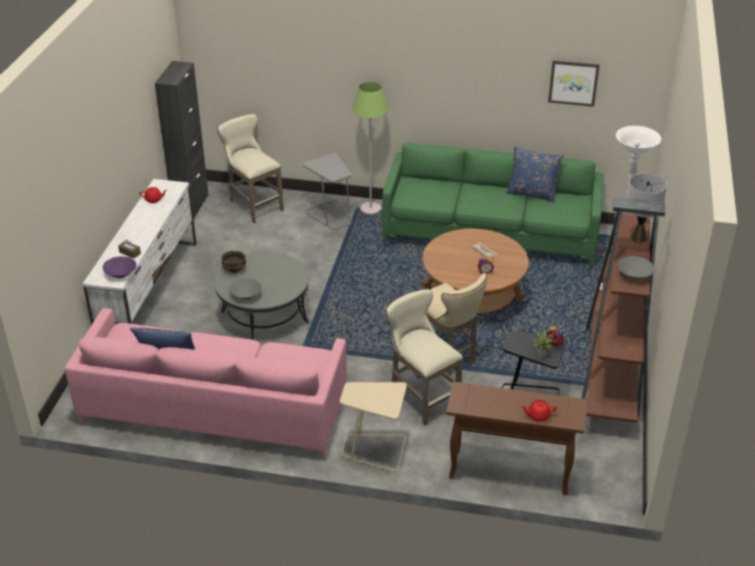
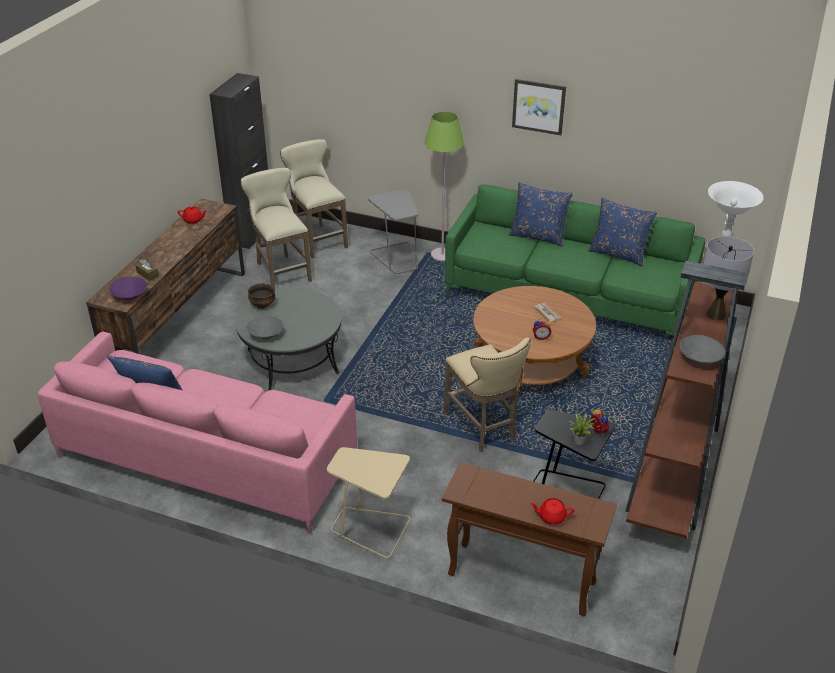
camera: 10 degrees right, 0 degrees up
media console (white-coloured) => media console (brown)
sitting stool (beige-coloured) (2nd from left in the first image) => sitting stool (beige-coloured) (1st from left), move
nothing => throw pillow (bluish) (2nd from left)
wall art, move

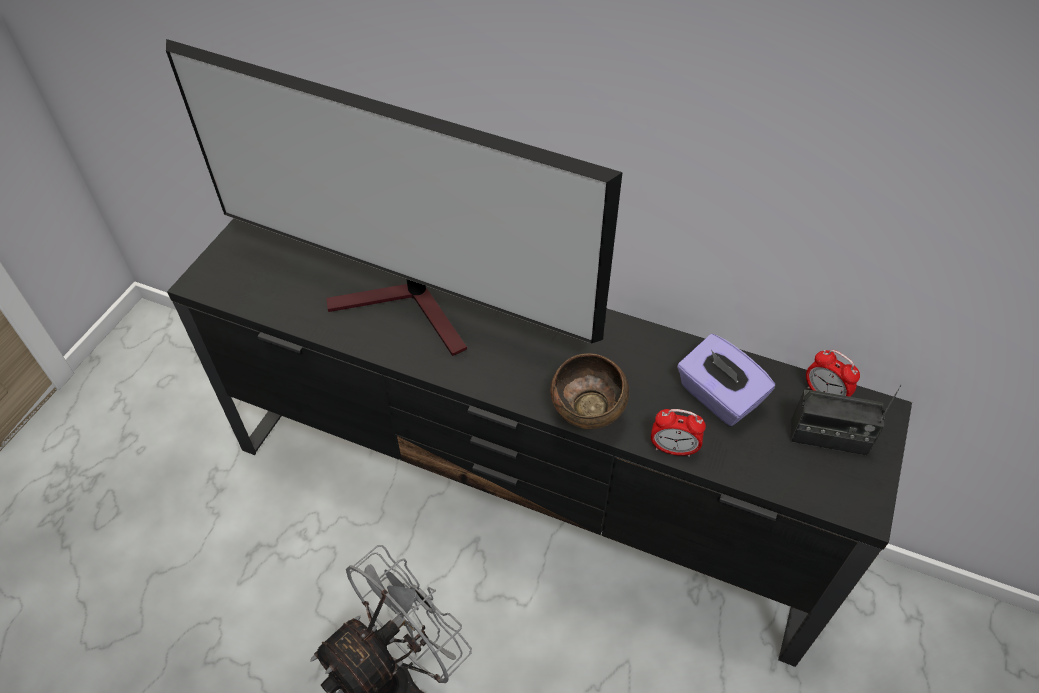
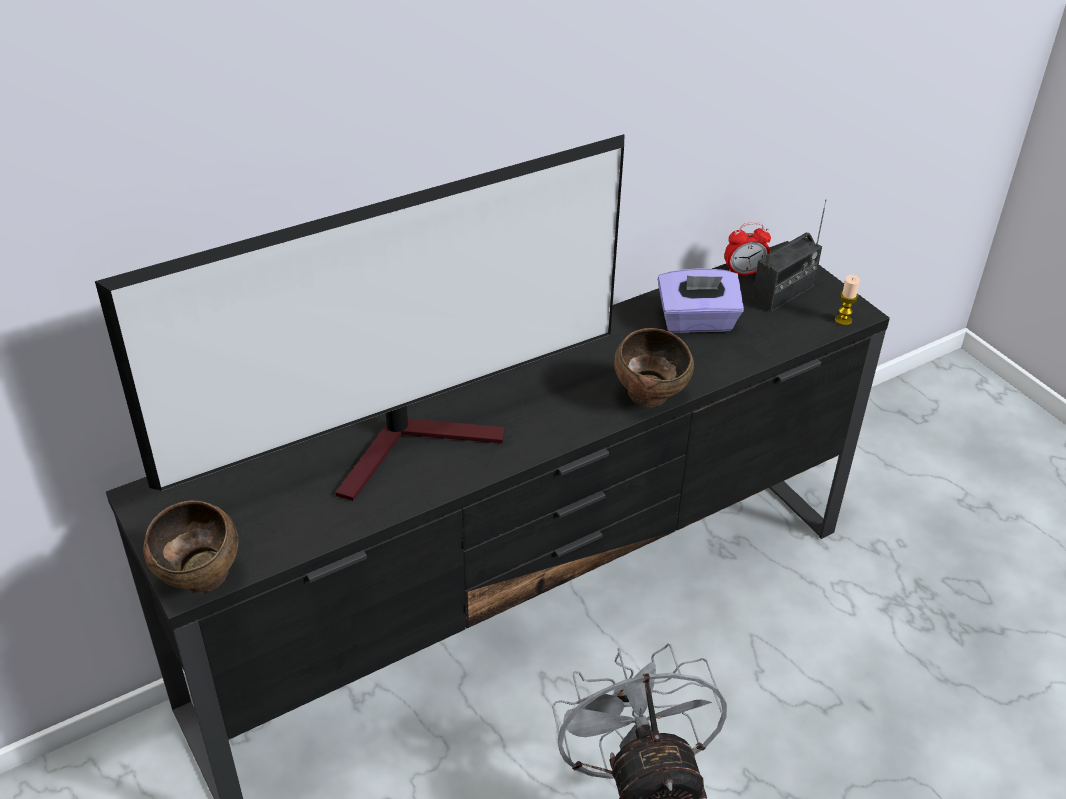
camera: 55 degrees left, 10 degrees down
nothing => deep dish (brown) (1st from left)
nothing => candle
alarm clock (1st from left) => nothing

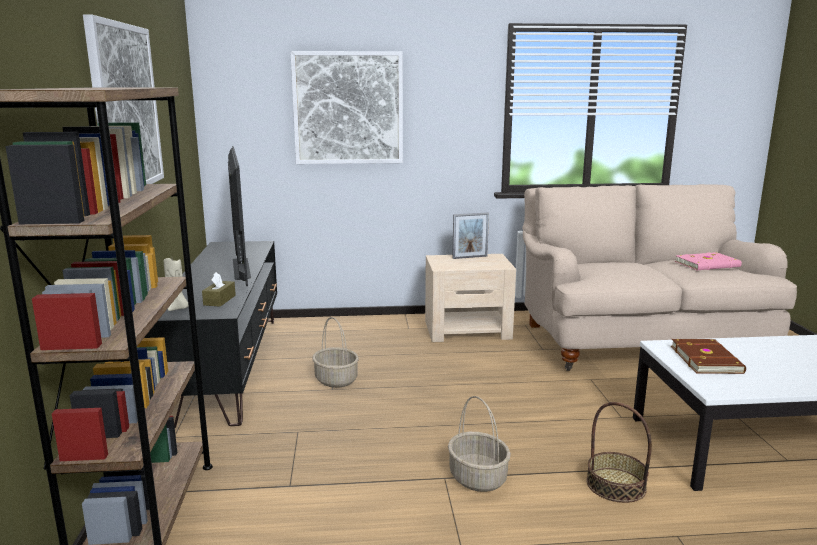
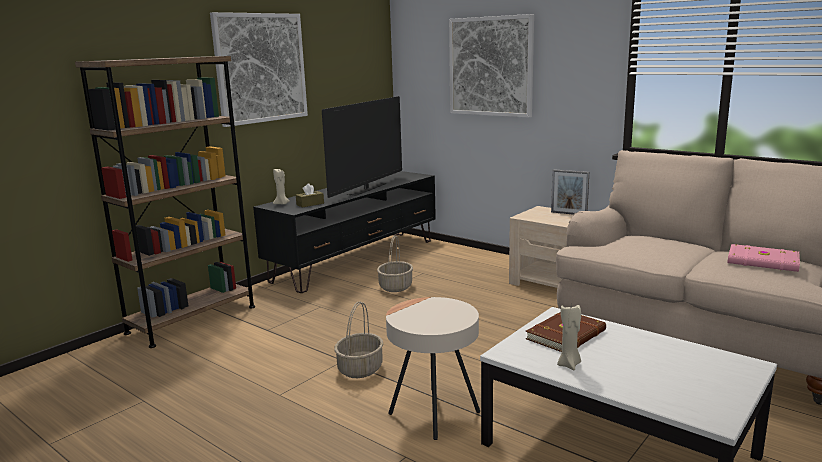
camera: 45 degrees right, 0 degrees up
household basket (3rd from left) => side table (beige-coloured)
nothing => candle (beige-coloured) (2nd from left)

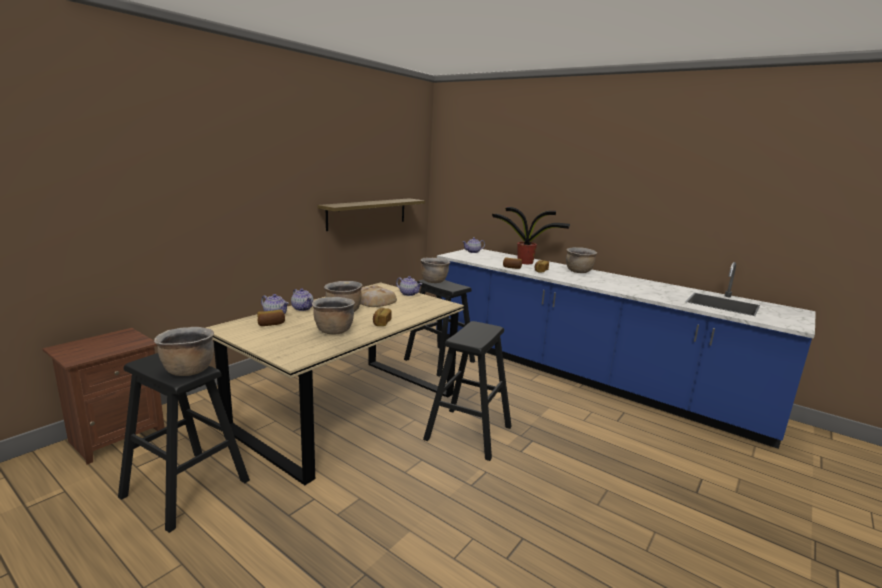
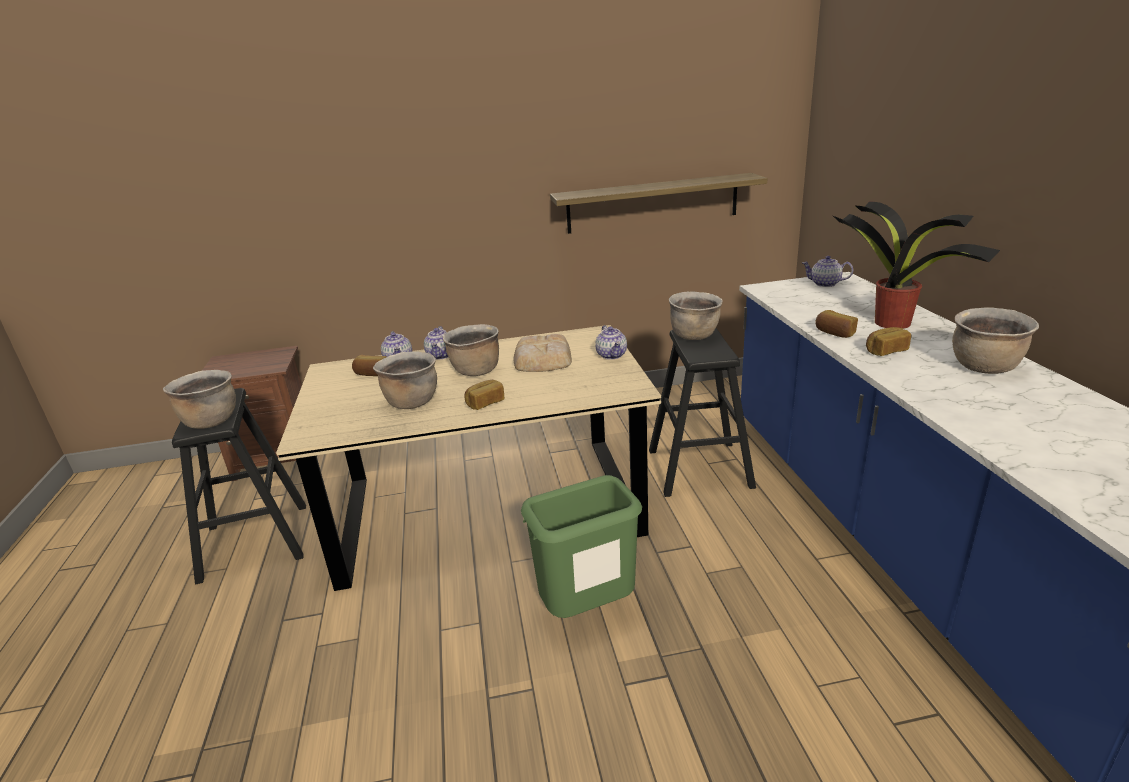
camera: 45 degrees right, 10 degrees up
sitting stool (black-coloured) (3rd from left) => rubbish bin (green)

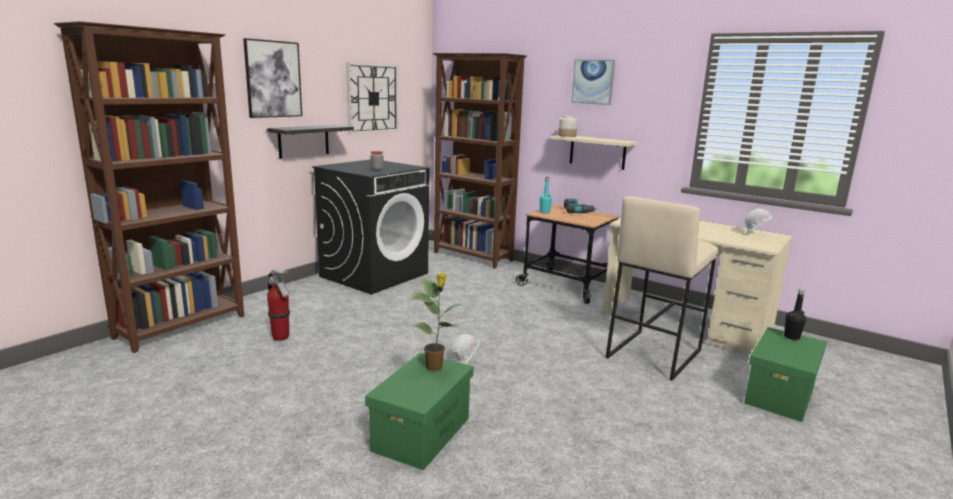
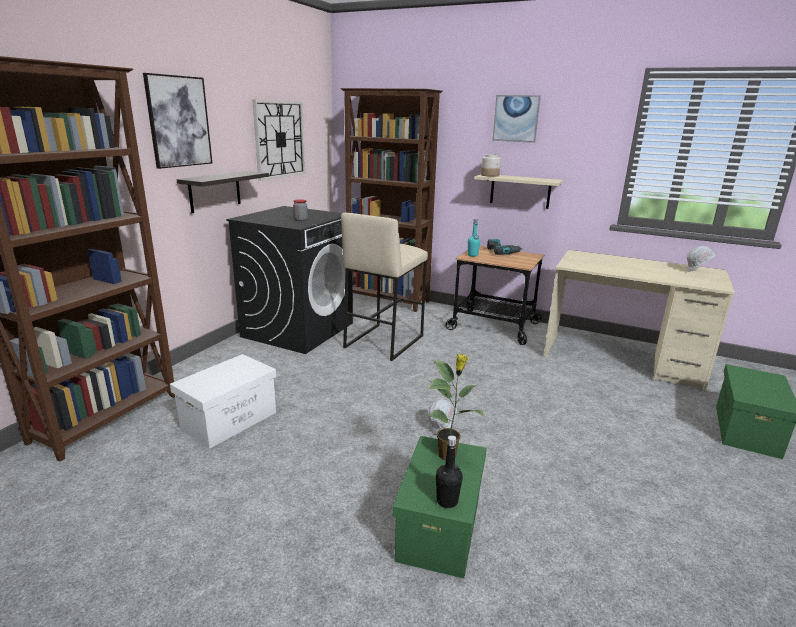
camera: 10 degrees left, 5 degrees up
extinguisher => storage container (white-coloured)
sitting stool (beige-coloured), move
beverage bottle (black-coloured), move

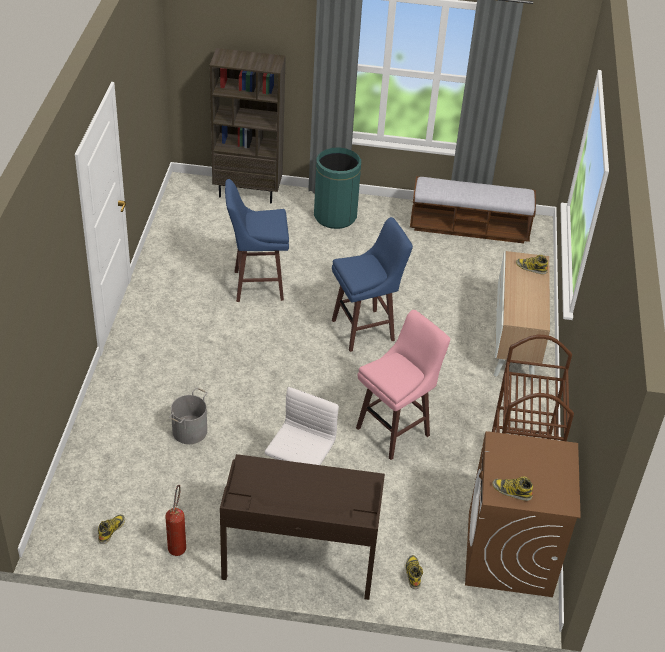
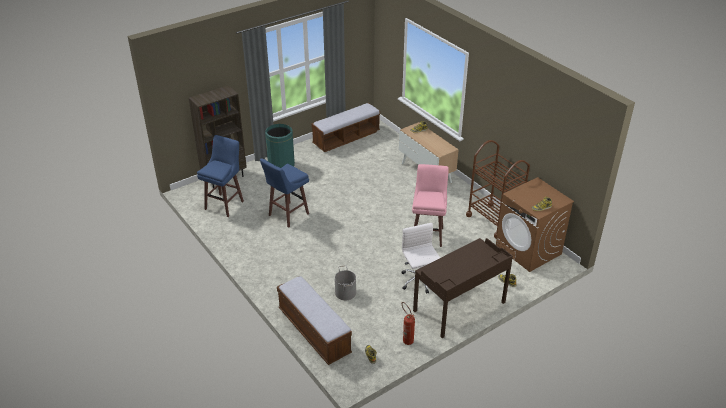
camera: 40 degrees left, 5 degrees down
sitting stool (bluish) (2nd from left in the first image) => sitting stool (bluish) (1st from left), move
nothing => bench (1st from left)

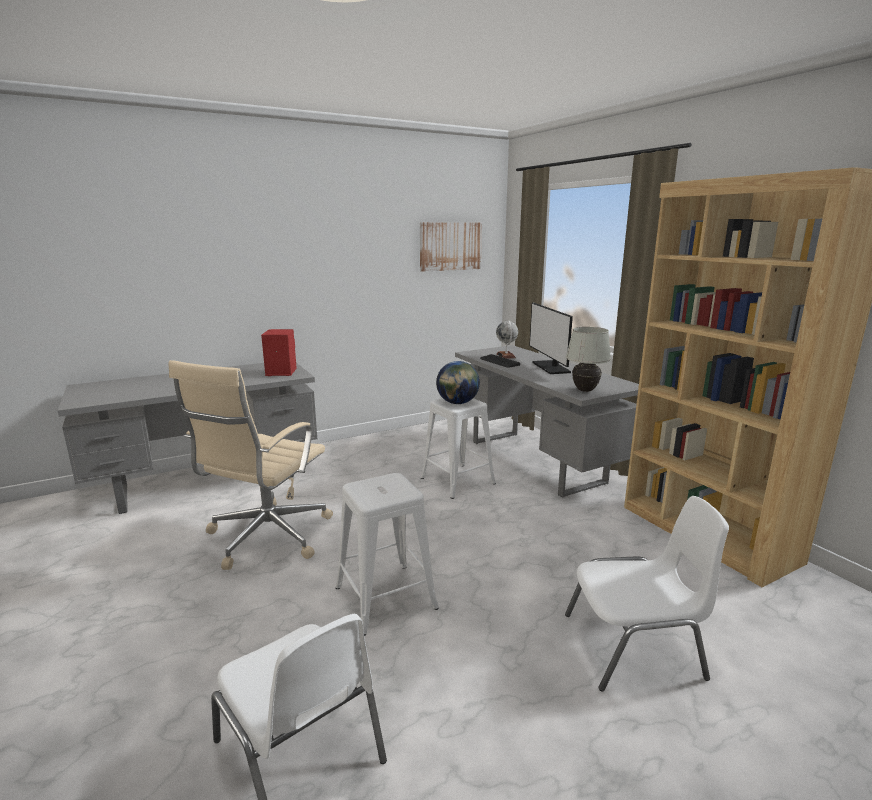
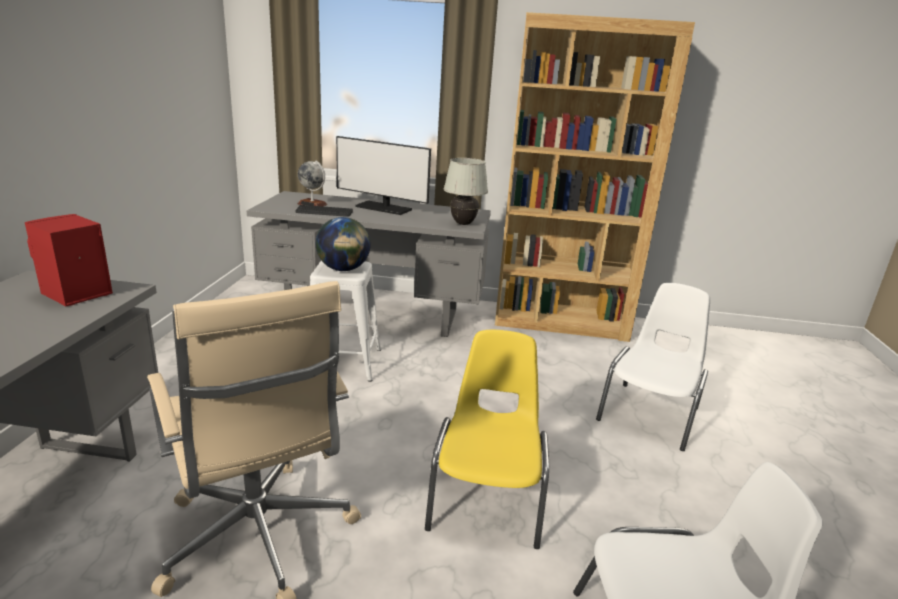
camera: 55 degrees left, 5 degrees up
sitting stool (white-coloured) (1st from left) => plain chair (yellowish)
wall art => nothing

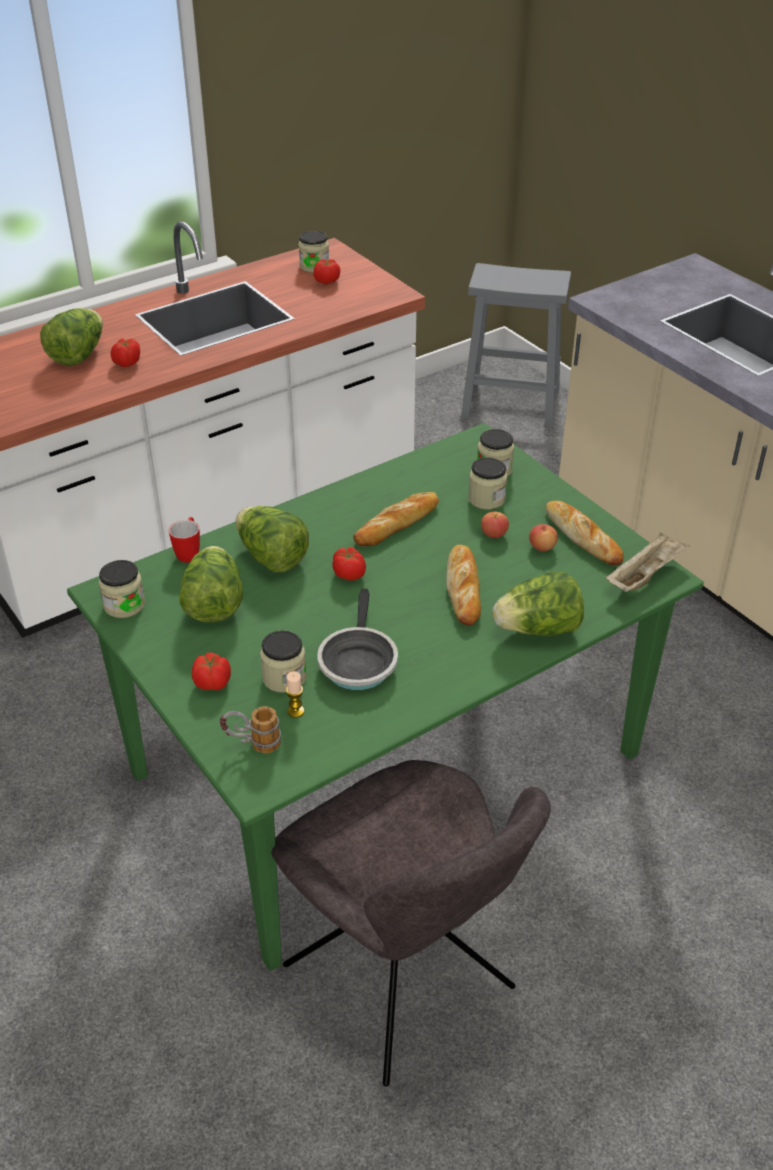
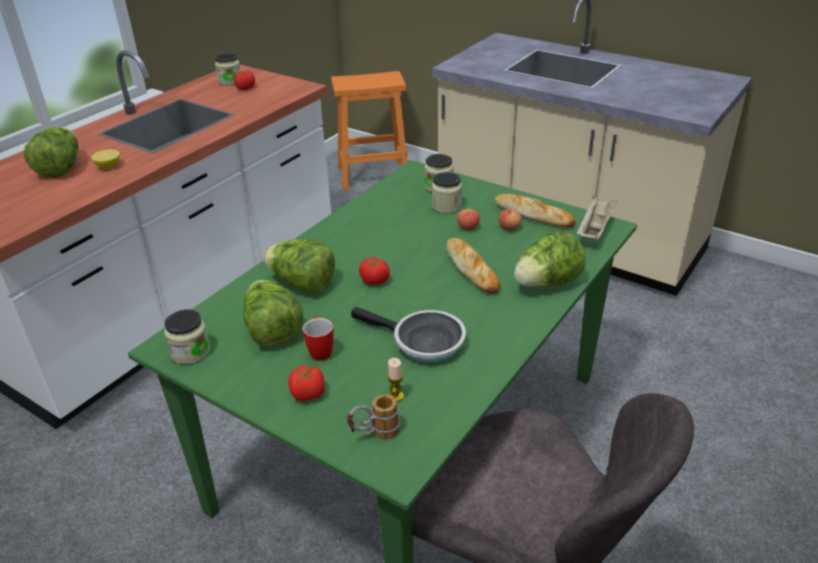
camera: 20 degrees left, 5 degrees down
whole tomato (1st from left) => citrus fruit
tea mug (1st from left), move
sitting stool (grey) => sitting stool (orange-coloured)
skillet, 45 degrees counterclockwise
storage jar (2nd from left) => nothing
baked bread (1st from left) => nothing

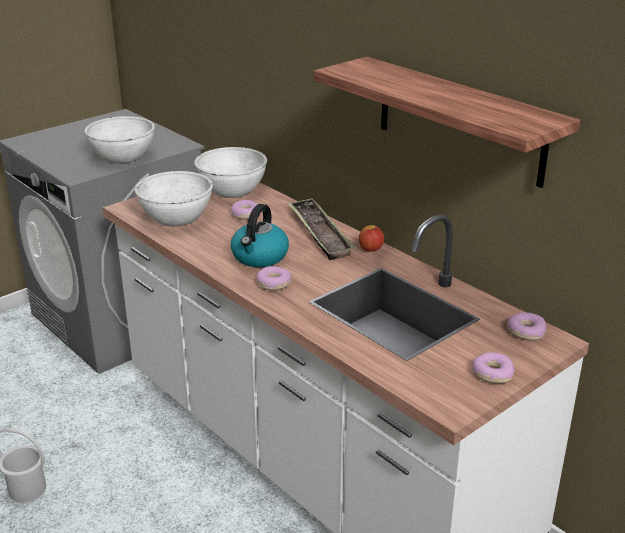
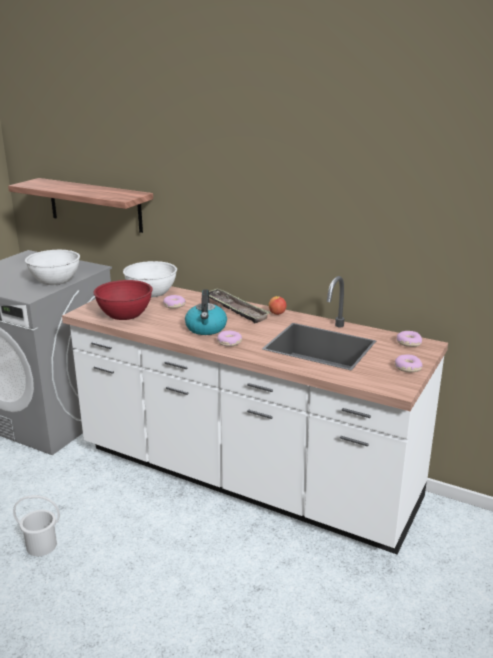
camera: 20 degrees left, 5 degrees down
bracket shelf, move
deep dish (white-coloured) (2nd from left) => deep dish (red-coloured)

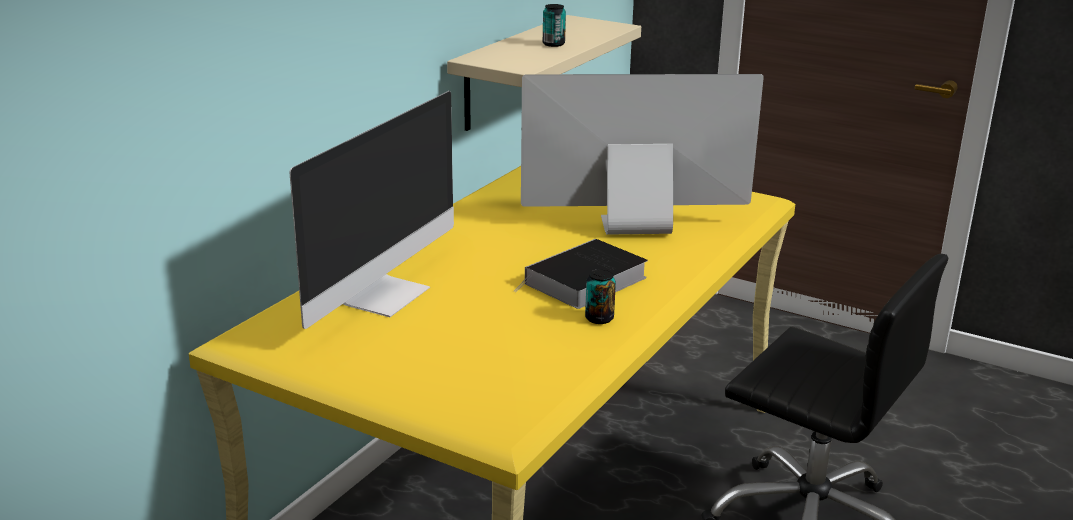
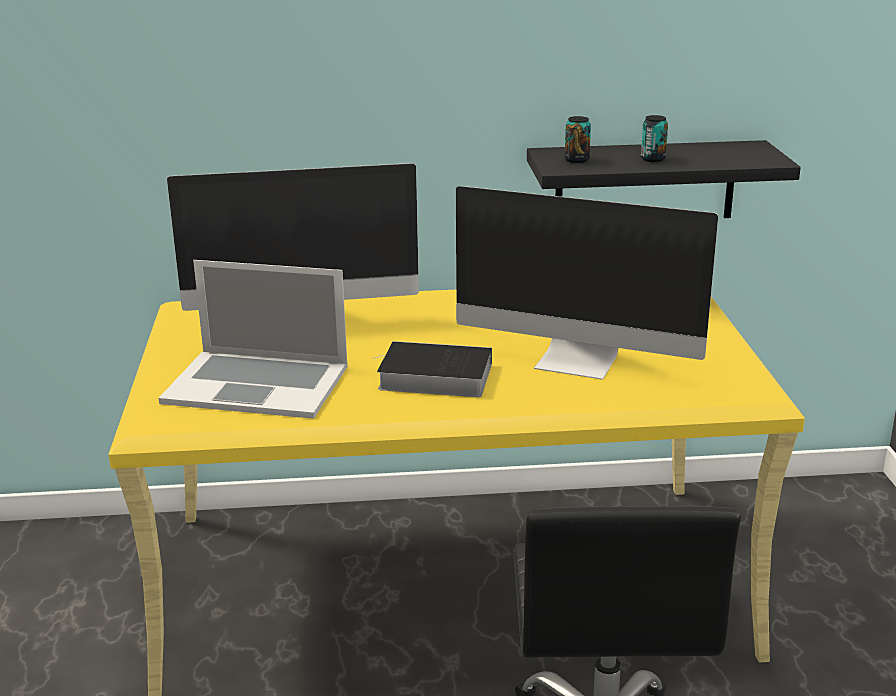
camera: 55 degrees right, 0 degrees up
nothing => portable computer
computer display (2nd from left), 150 degrees clockwise
bracket shelf (beige-coloured) => bracket shelf (black-coloured)
sealed can (2nd from left in the first image) => sealed can (1st from left), move

